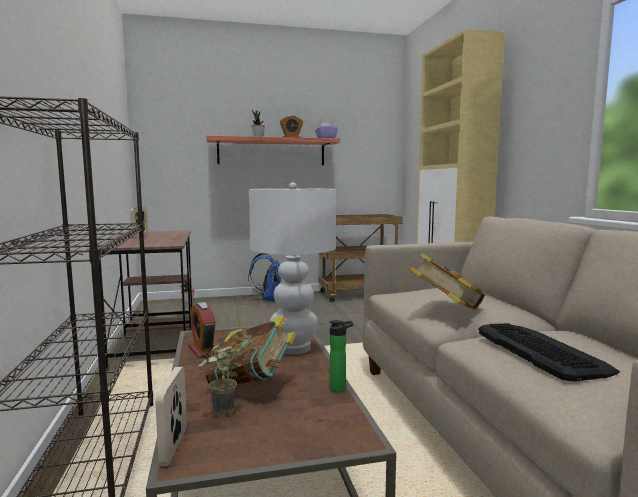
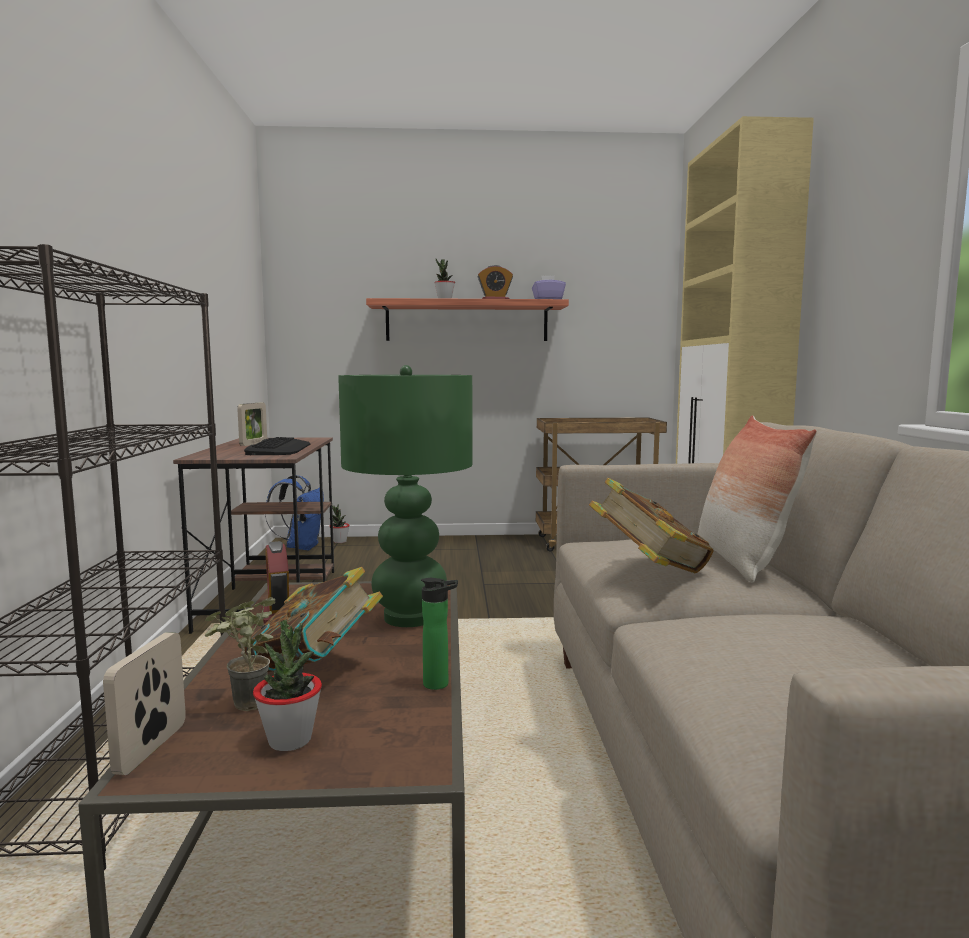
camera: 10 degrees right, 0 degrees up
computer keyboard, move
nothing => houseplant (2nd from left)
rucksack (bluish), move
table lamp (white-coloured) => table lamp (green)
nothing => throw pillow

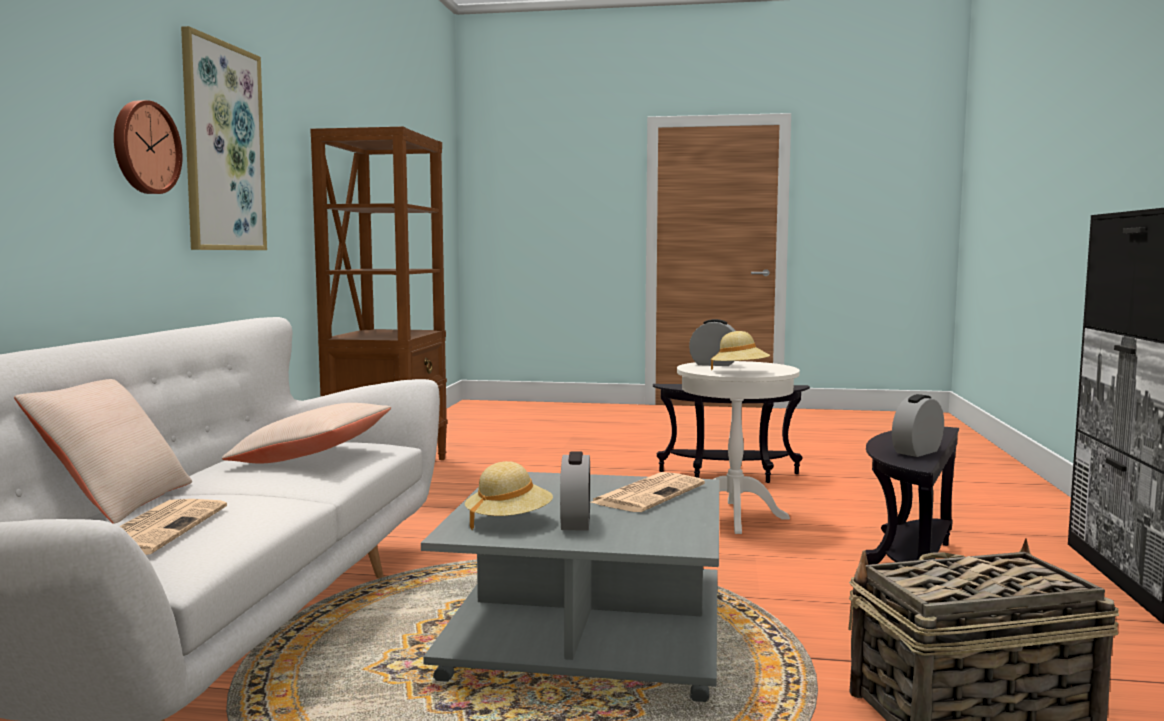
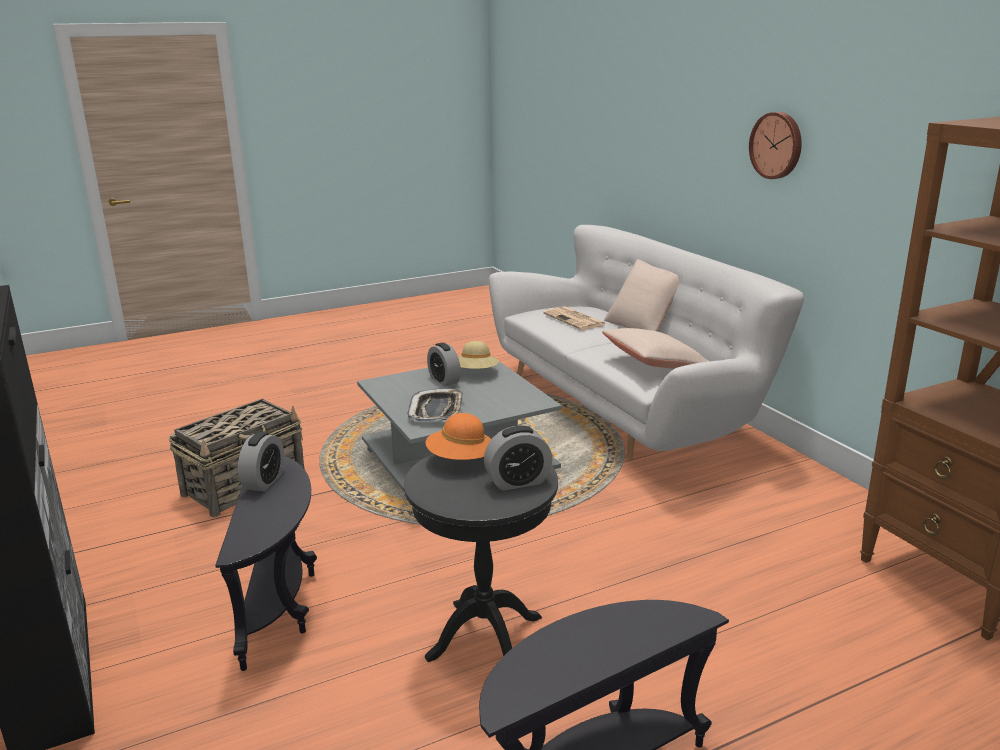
camera: 145 degrees right, 15 degrees up
side table (white-coloured) => side table (black-coloured) (2nd from left)
printed paper (2nd from left) => tray
hat (beige-coloured) (2nd from left) => hat (orange-coloured)
wall art => nothing

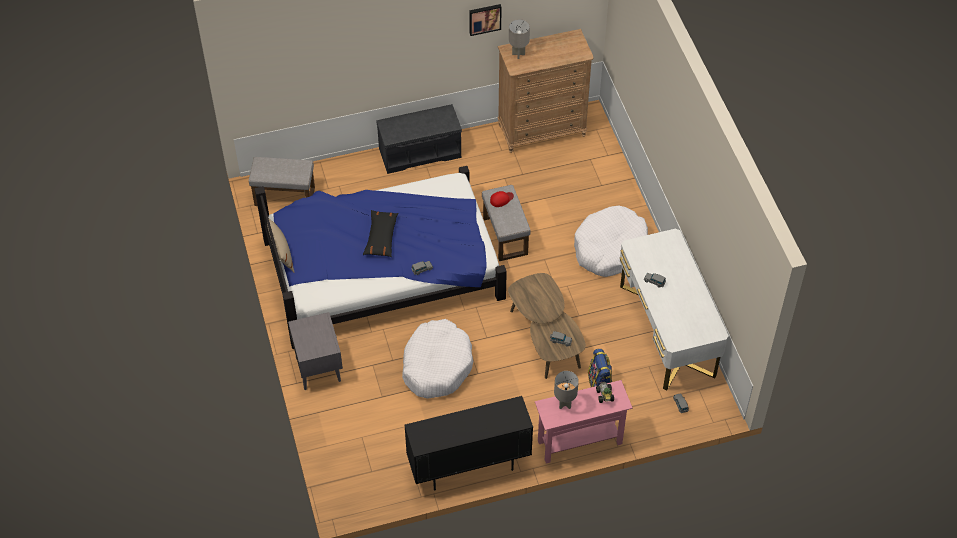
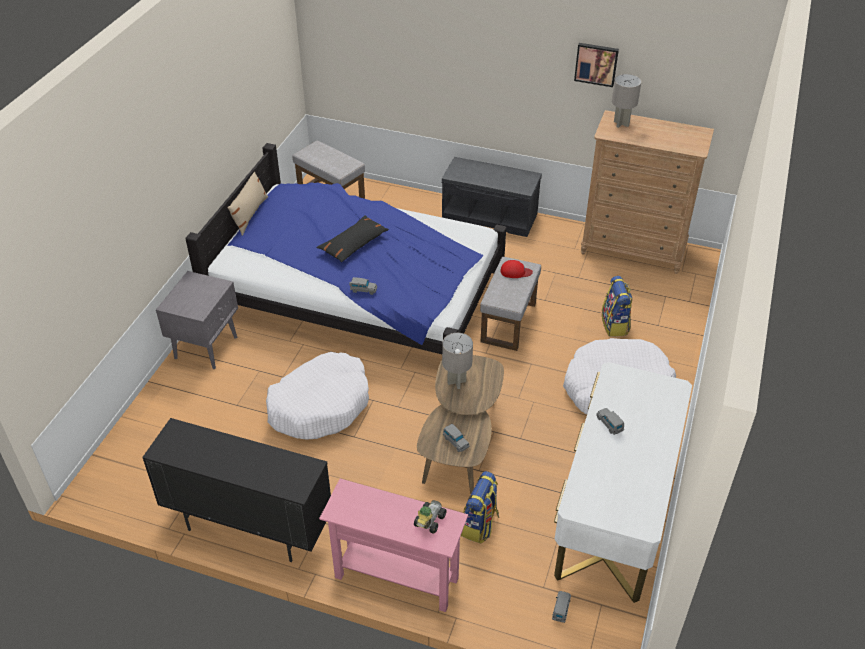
camera: 35 degrees right, 10 degrees down
table lamp (grey) (2nd from left in the first image) => table lamp (grey) (1st from left), move
nothing => rucksack (2nd from left)

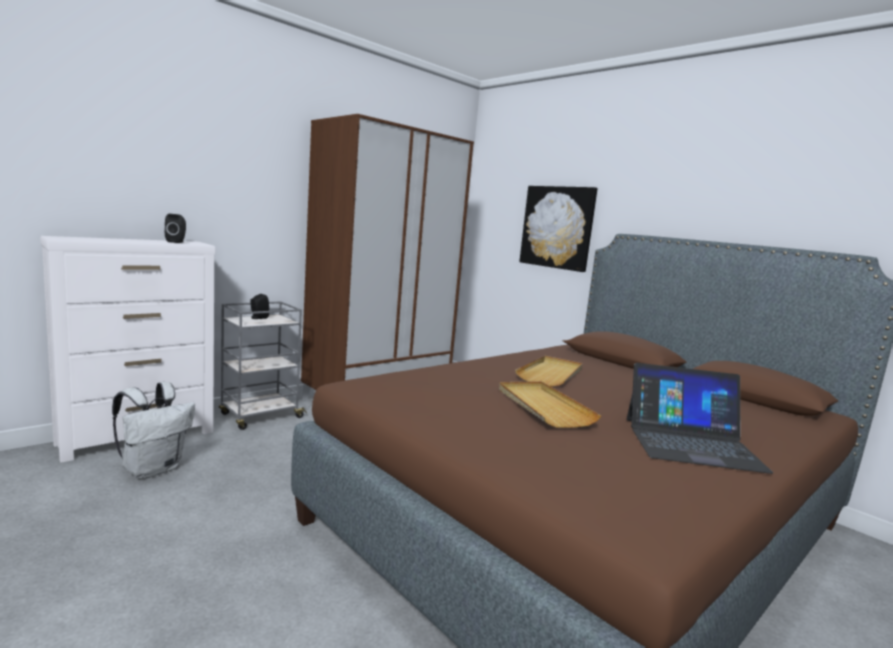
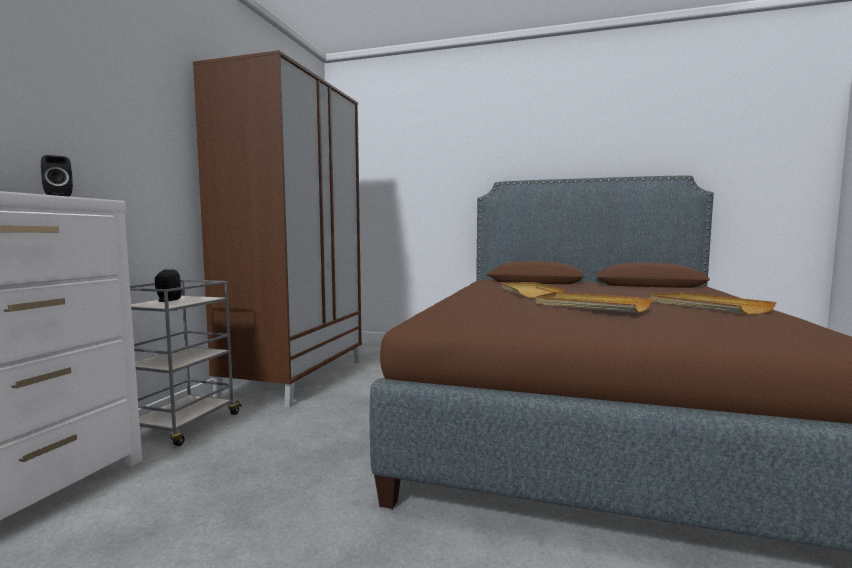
camera: 30 degrees left, 5 degrees down
portable computer => tray (beige-coloured) (3rd from left)
rucksack (white-coloured) => nothing
wall art => nothing

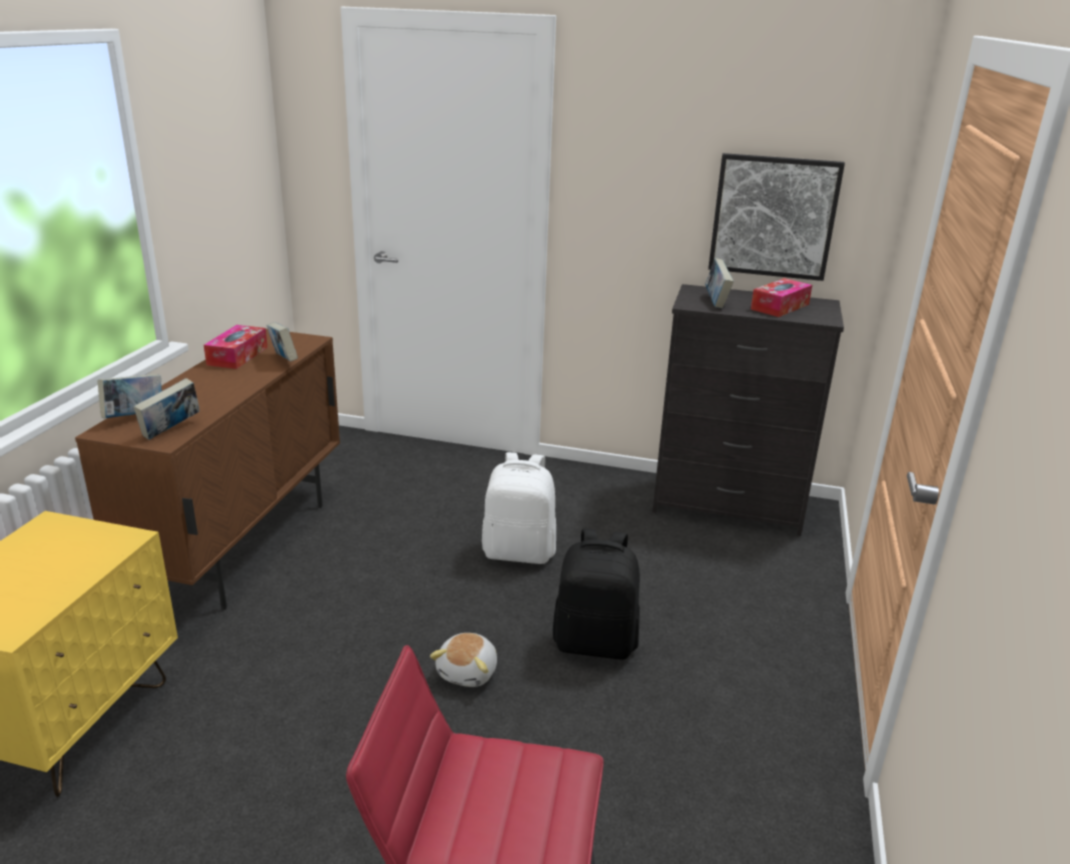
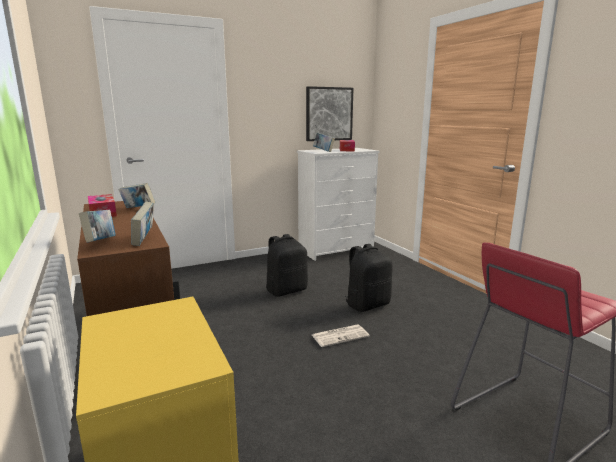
camera: 40 degrees left, 10 degrees down
rucksack (white-coloured) => rucksack (black-coloured) (1st from left)
dresser (black-coloured) => dresser (white-coloured)
plush toy => printed paper

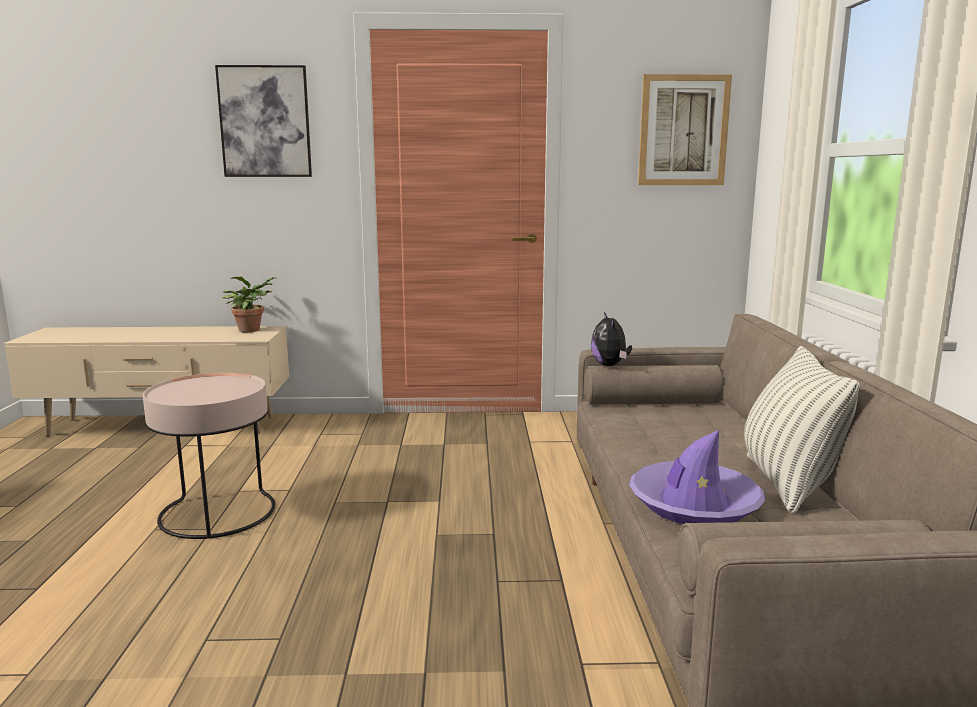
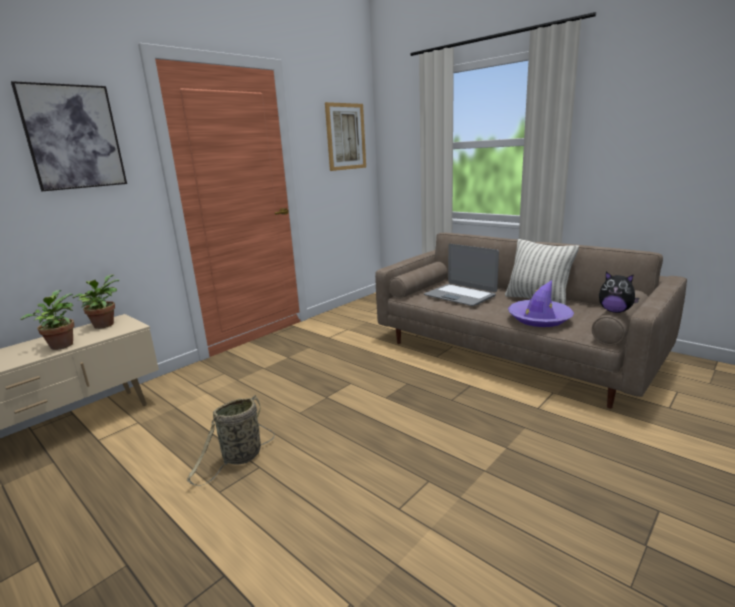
camera: 45 degrees left, 5 degrees up
nothing => houseplant (1st from left)
side table (pink) => household basket
nothing => portable computer
plush toy, move

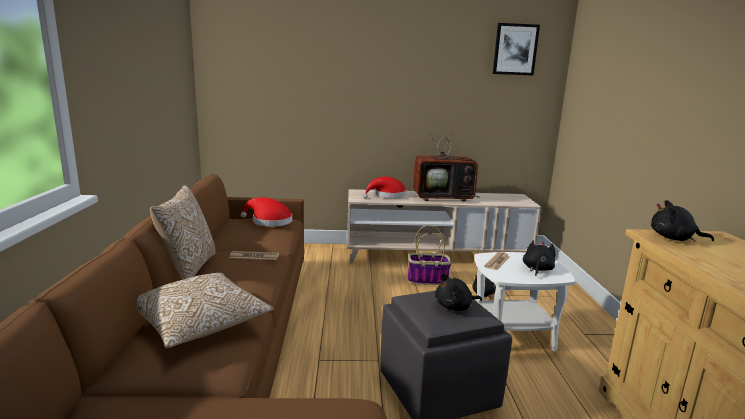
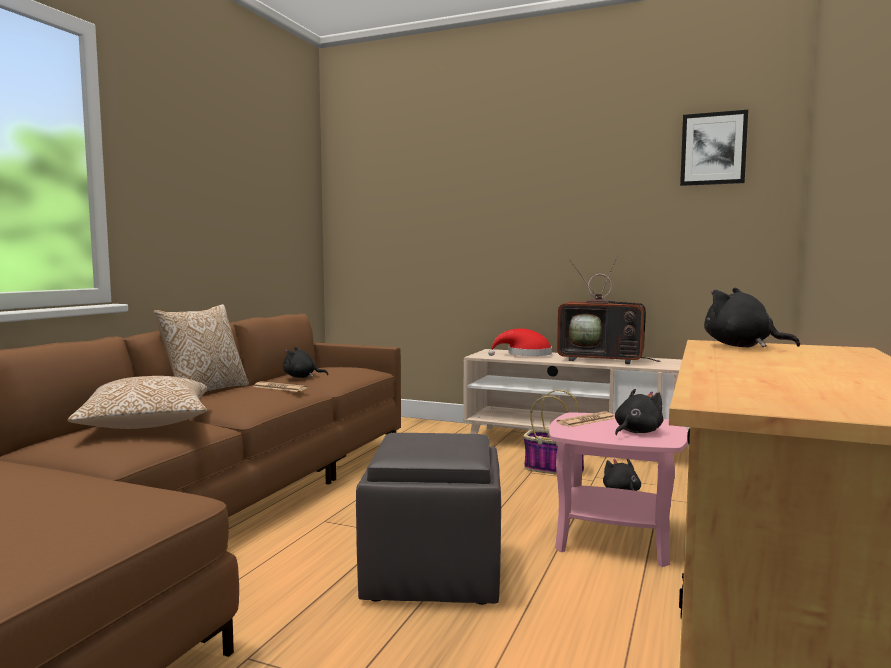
camera: 25 degrees right, 10 degrees down
plush toy (black-coloured) (1st from left), move
side table (white-coloured) => side table (pink)
hat (red-coloured) (1st from left) => nothing

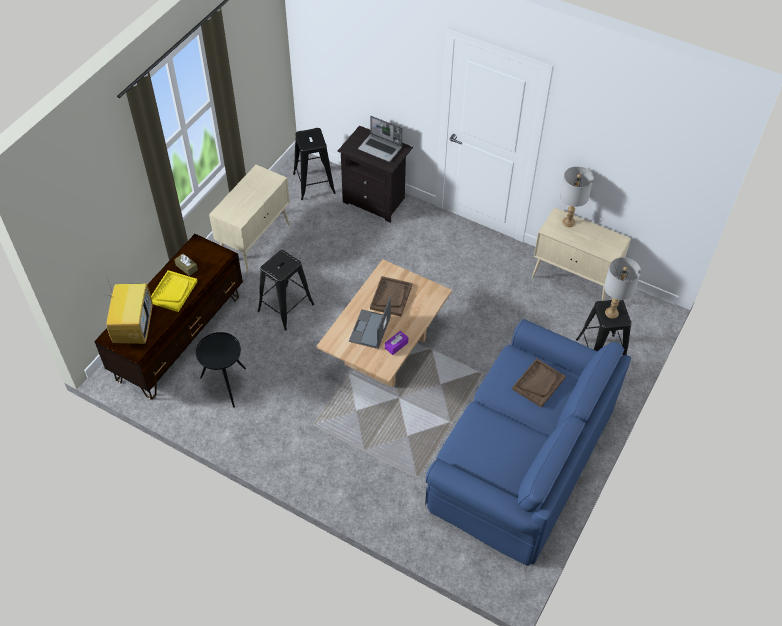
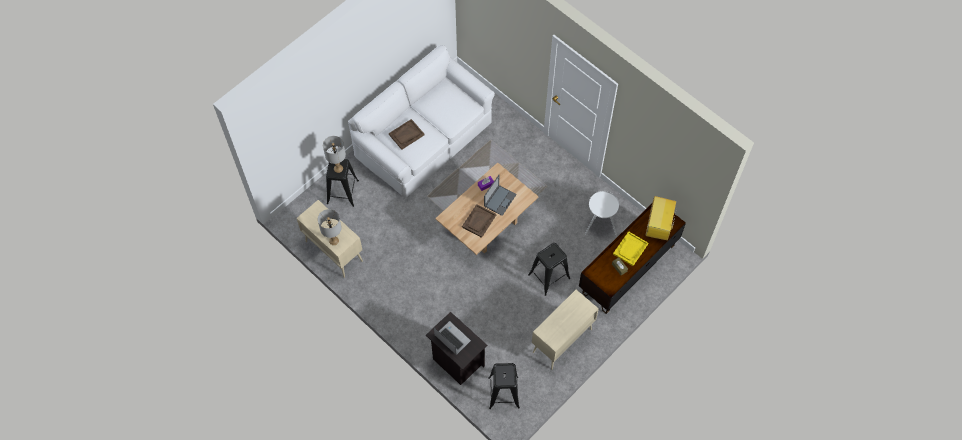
camera: 165 degrees left, 10 degrees up
couch (bluish) => couch (white-coloured)
side table (black-coloured) => side table (white-coloured)

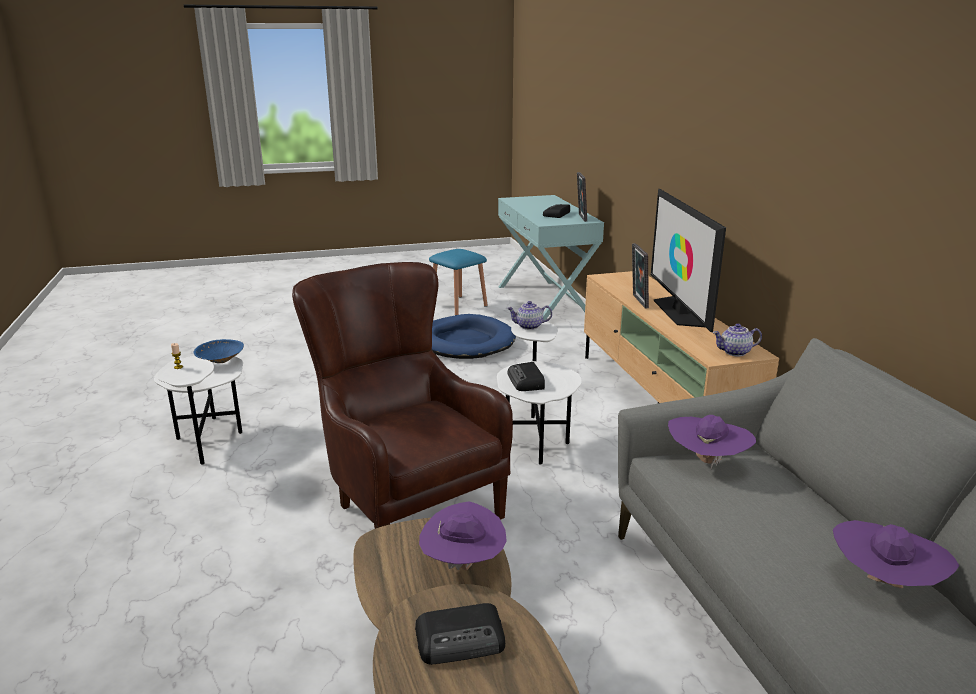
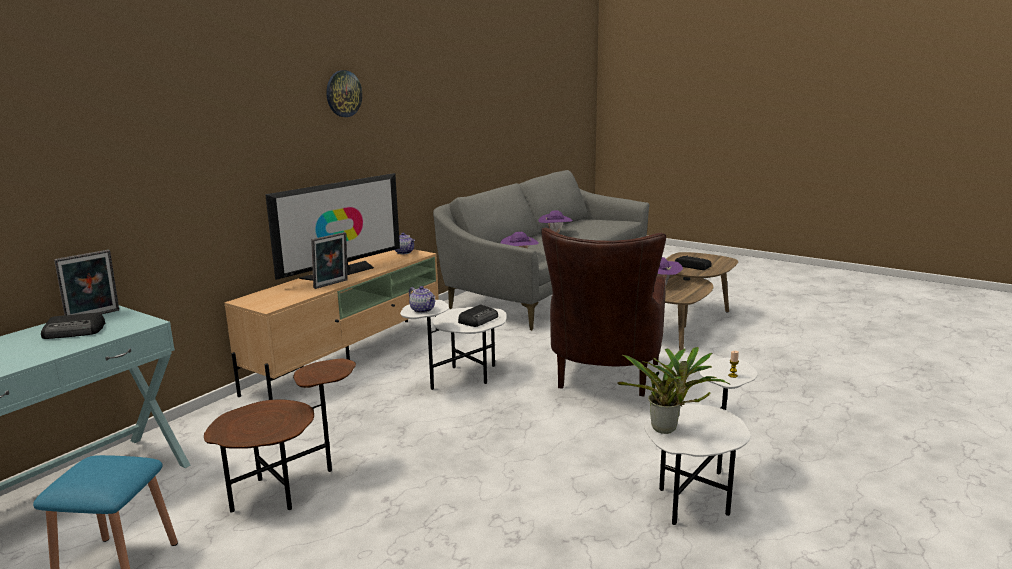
camera: 130 degrees left, 5 degrees down
dog cushion (bluish) => side table (brown)
nothing => hanging clock
deep dish (bluish) => houseplant

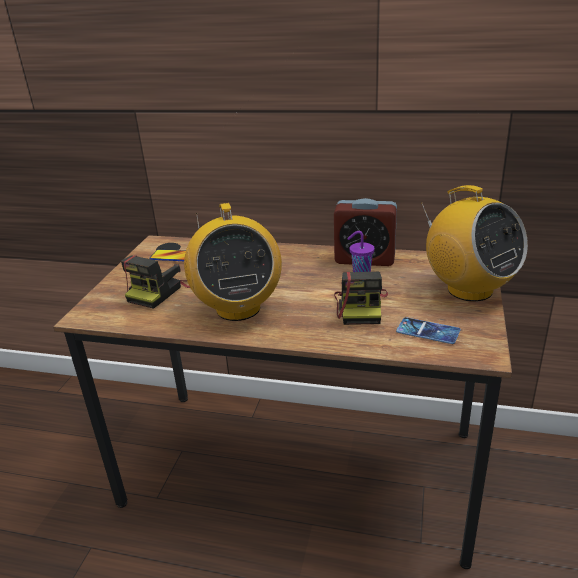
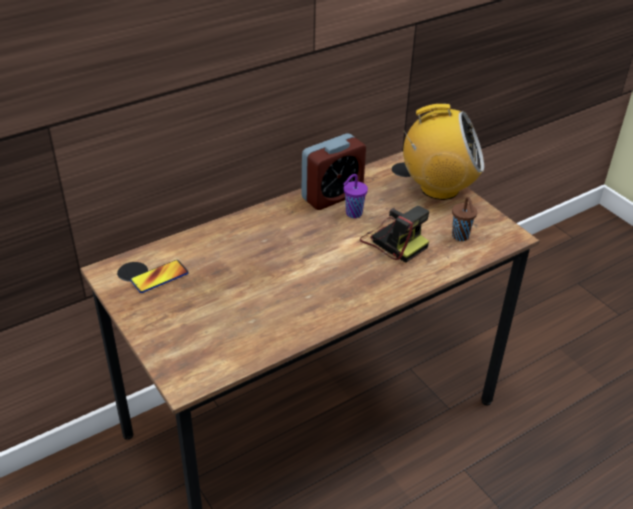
camera: 50 degrees left, 10 degrees up
telephone (2nd from left) => small cup (brown)
photo camera (1st from left) => nothing
radio (1st from left) => nothing

